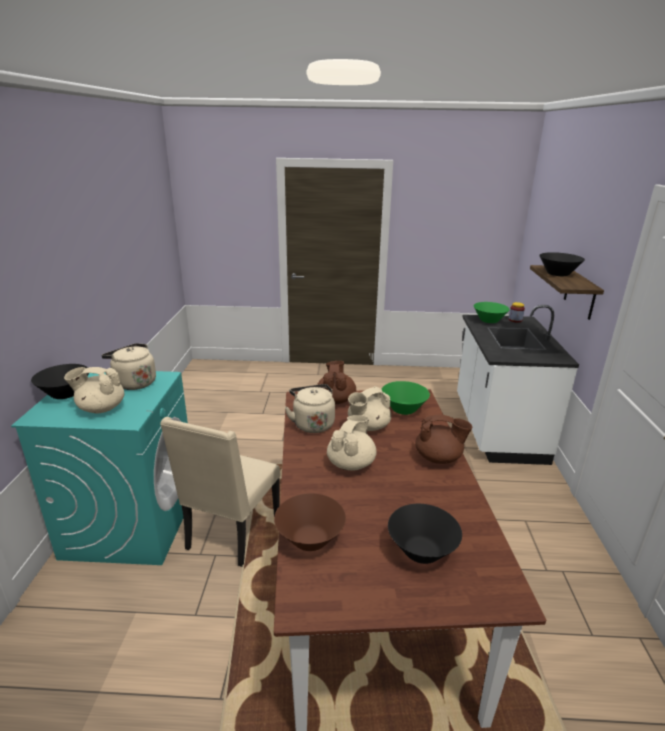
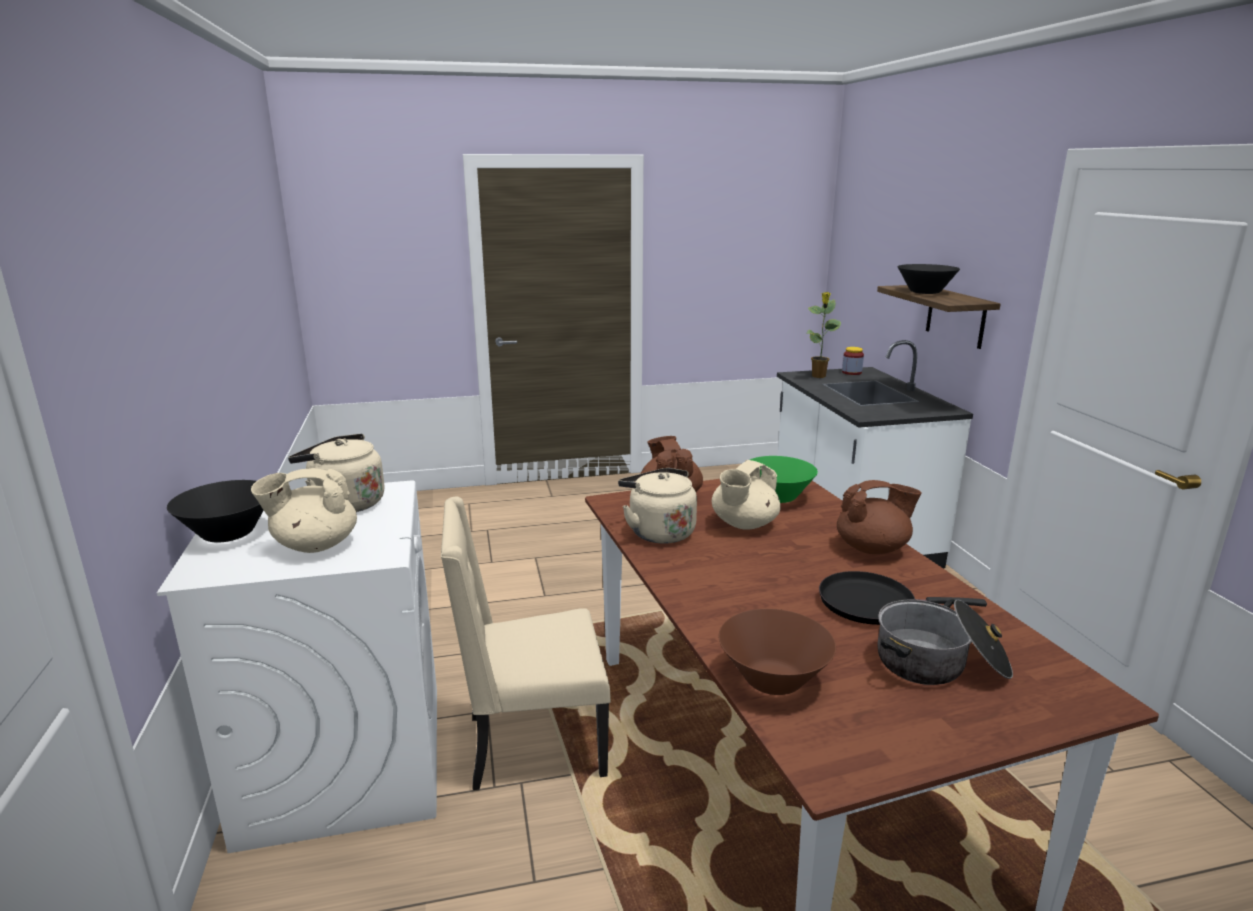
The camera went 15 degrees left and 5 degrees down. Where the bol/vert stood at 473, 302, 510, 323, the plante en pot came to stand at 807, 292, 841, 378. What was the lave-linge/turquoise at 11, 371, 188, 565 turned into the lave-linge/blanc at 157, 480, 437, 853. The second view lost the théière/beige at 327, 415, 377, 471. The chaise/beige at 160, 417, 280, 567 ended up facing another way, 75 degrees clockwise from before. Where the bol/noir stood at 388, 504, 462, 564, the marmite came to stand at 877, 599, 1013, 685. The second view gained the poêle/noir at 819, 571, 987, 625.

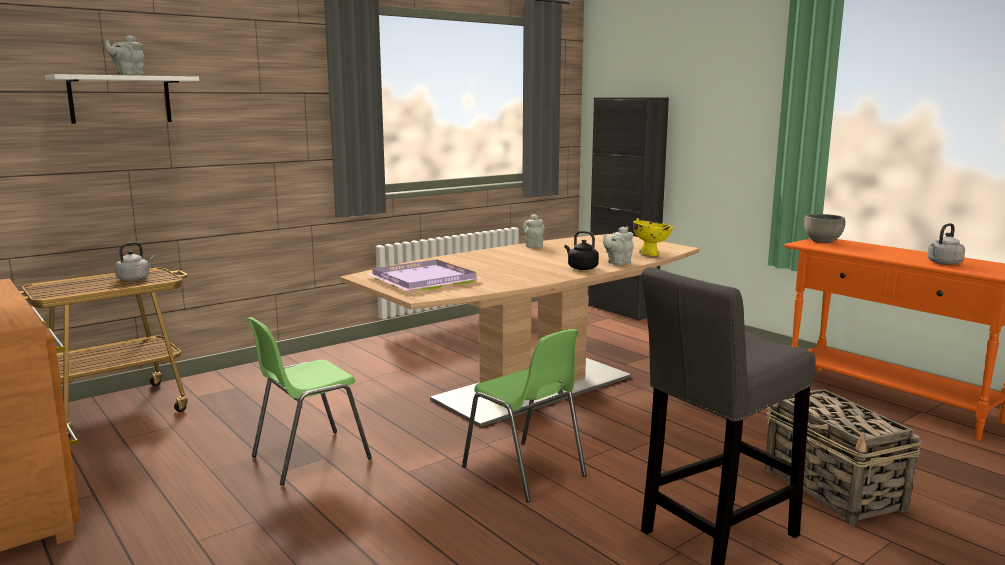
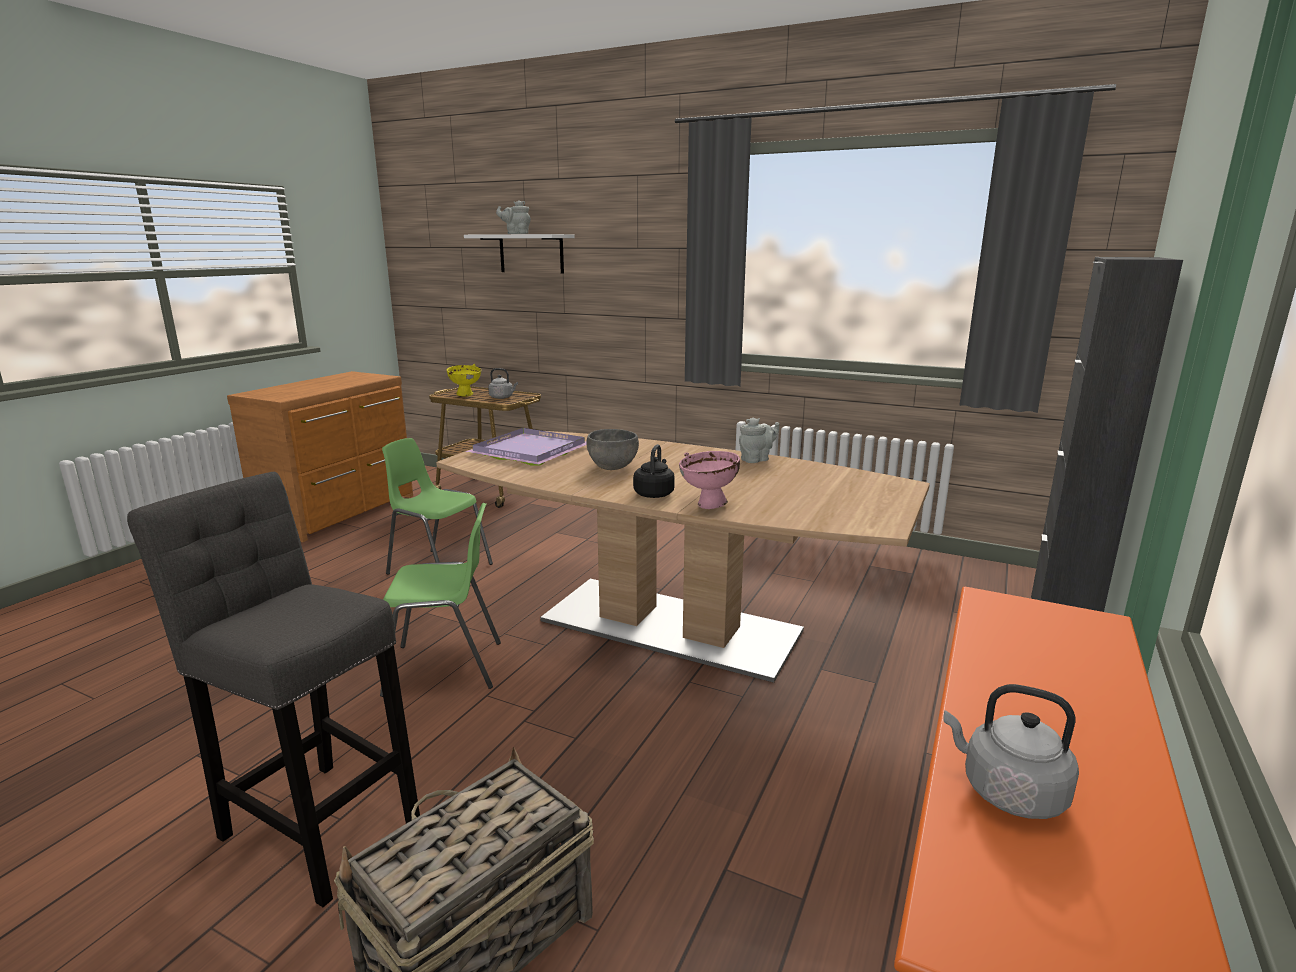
The camera went 65 degrees right and 5 degrees up. The bol/gris ended up elsewhere, having gone from 804, 214, 846, 243 to 586, 429, 639, 470. The bol/jaune ended up elsewhere, having gone from 633, 218, 673, 256 to 447, 364, 481, 396. Where the théière/gris stood at 603, 226, 634, 265, the bol/rose came to stand at 679, 451, 740, 509. The chaise/vert at 462, 329, 587, 503 ended up facing another way, 120 degrees counterclockwise from before.

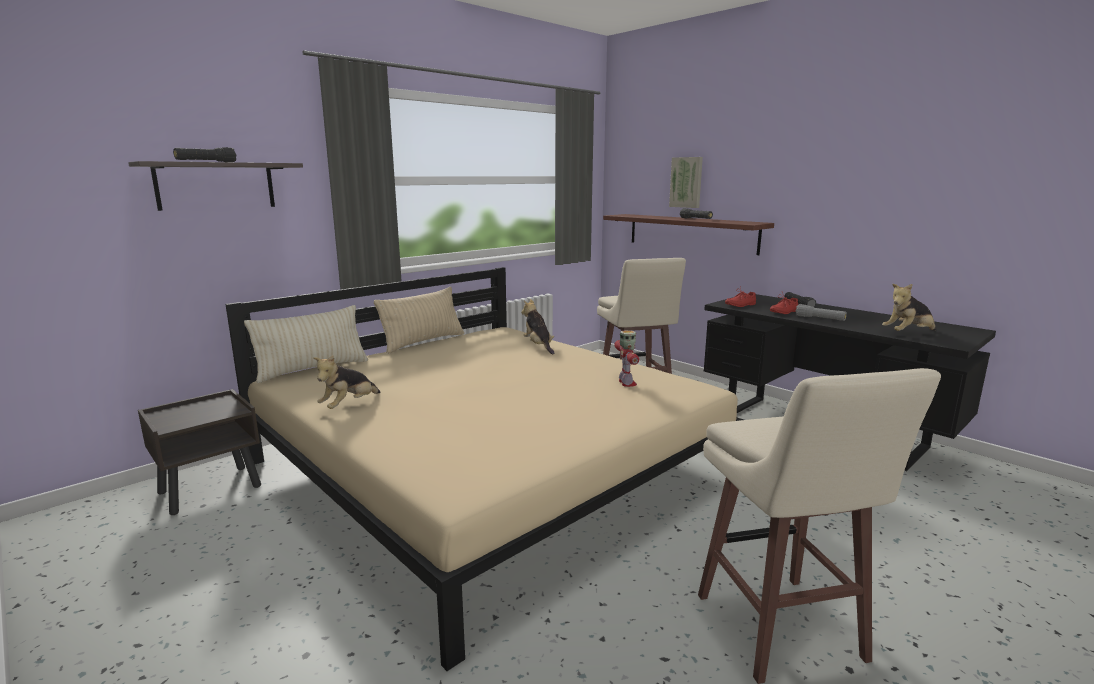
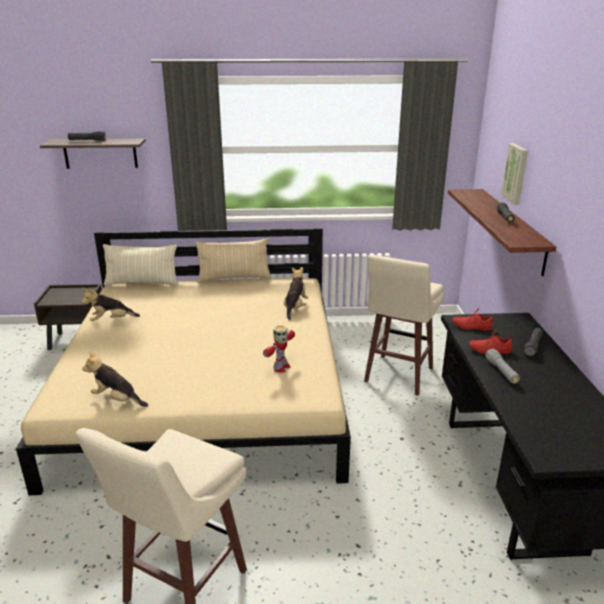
The camera went 40 degrees right and 10 degrees up. The peluche ended up elsewhere, having gone from 882, 284, 936, 331 to 82, 352, 148, 407.

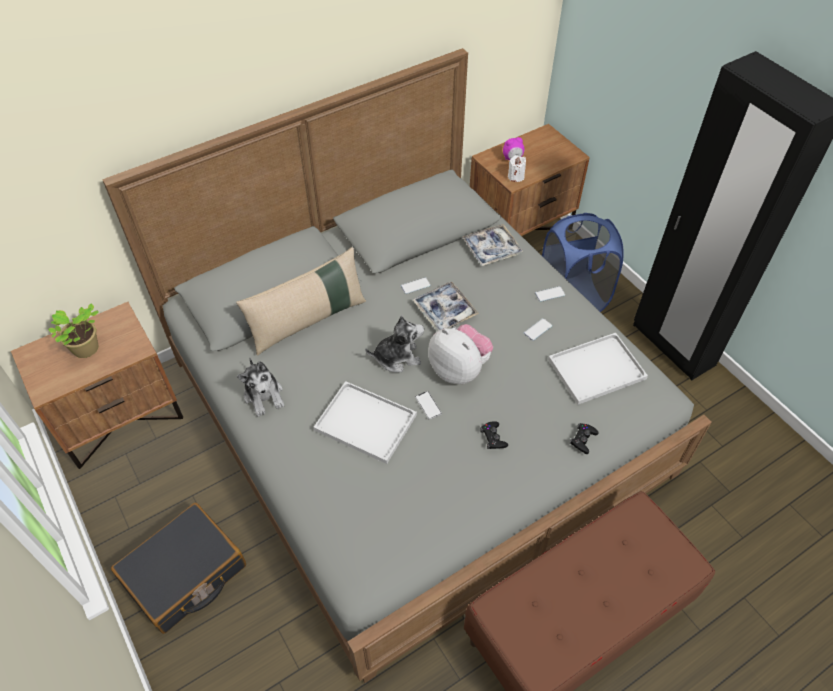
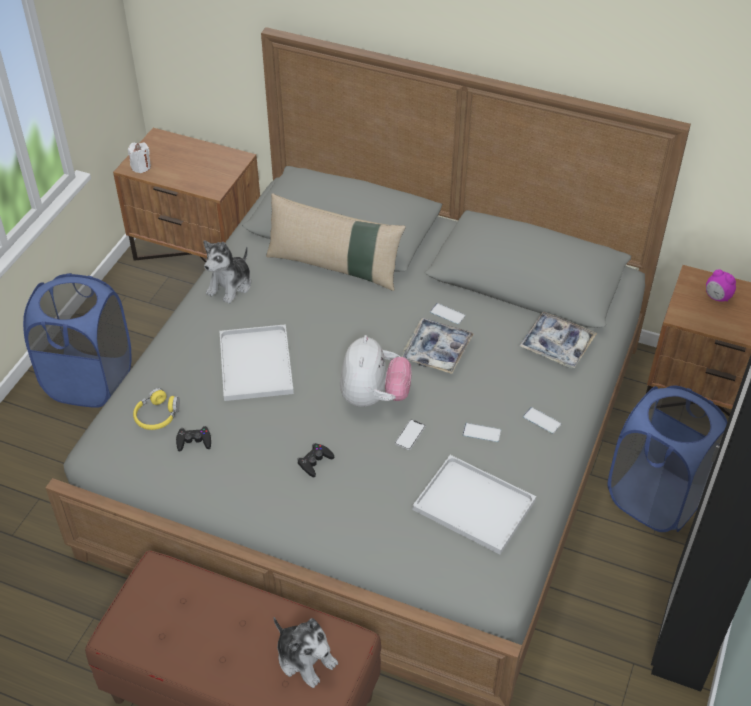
The camera went 55 degrees right and 5 degrees down. The bougie/blanc ended up elsewhere, having gone from 508, 155, 526, 182 to 128, 142, 151, 173. The second view lost the plante en pot at 48, 303, 98, 358. The peluche ended up elsewhere, having gone from 365, 315, 424, 372 to 274, 617, 338, 688. The téléphone ended up elsewhere, having gone from 415, 391, 442, 419 to 395, 419, 426, 450. The manette/noir ended up elsewhere, having gone from 570, 423, 599, 454 to 176, 426, 211, 452. Where the valise/noir stood at 111, 503, 246, 634, the panier à linge/bleu came to stand at 23, 273, 131, 408. The second view gained the casque audio/jaune at 133, 388, 180, 430.

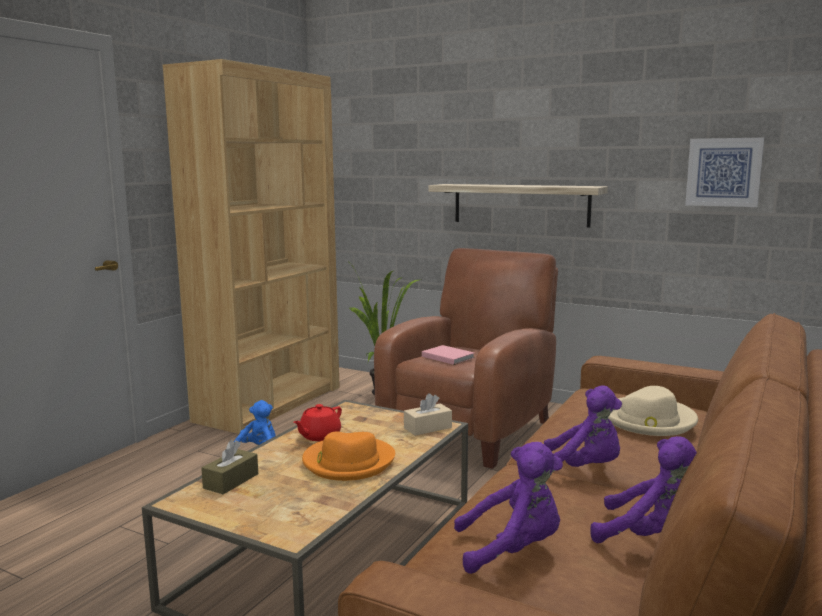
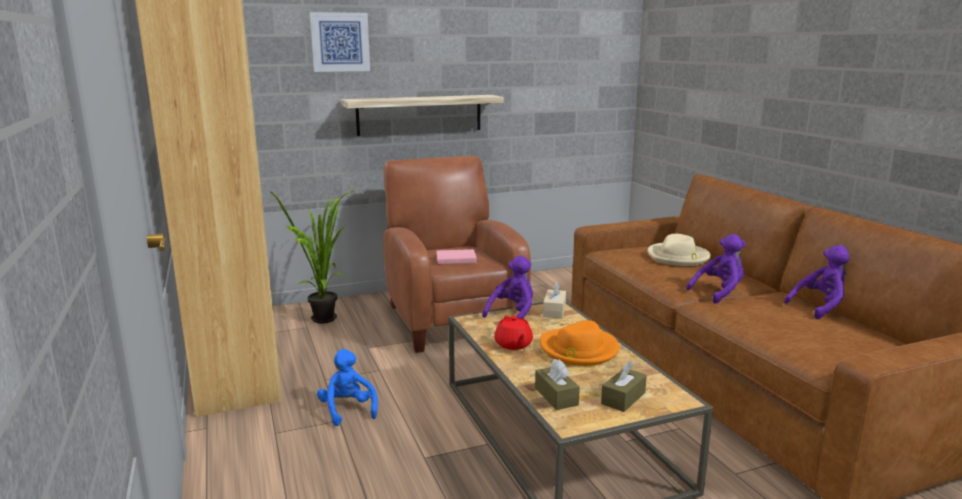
The camera went 50 degrees left and 5 degrees up. The tableau ended up elsewhere, having gone from 685, 138, 764, 207 to 310, 12, 370, 72. The peluche/violet ended up elsewhere, having gone from 454, 442, 563, 574 to 482, 256, 533, 318. The second view gained the boîte à mouchoirs/marron at 601, 361, 647, 412.

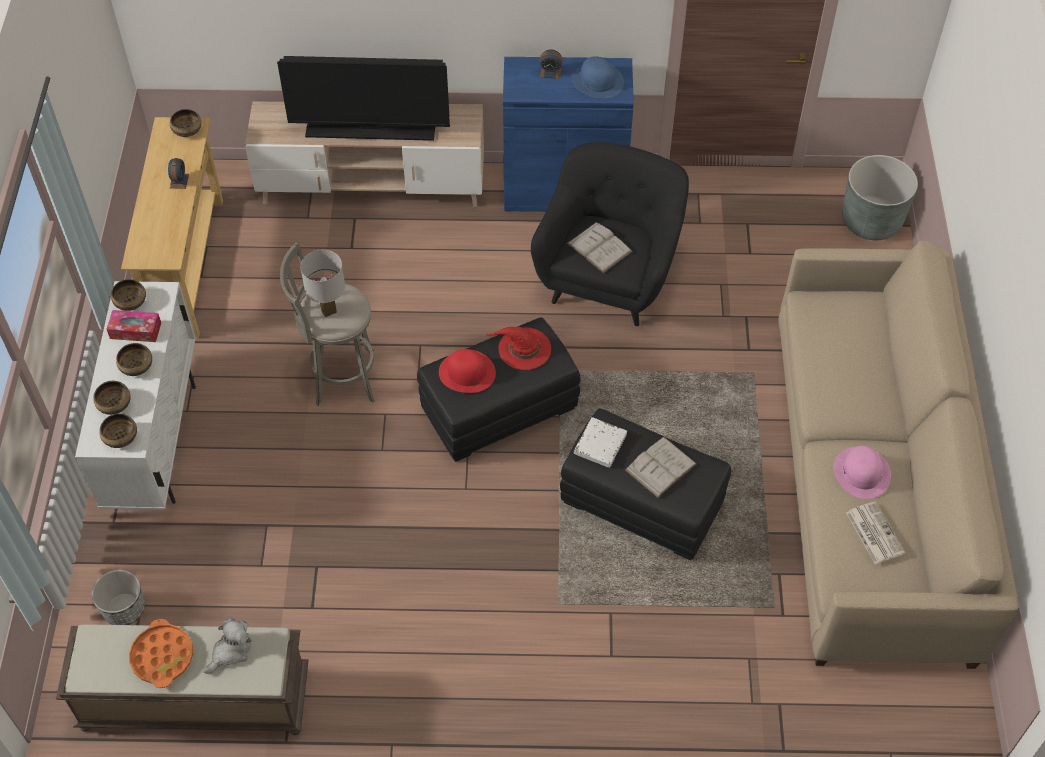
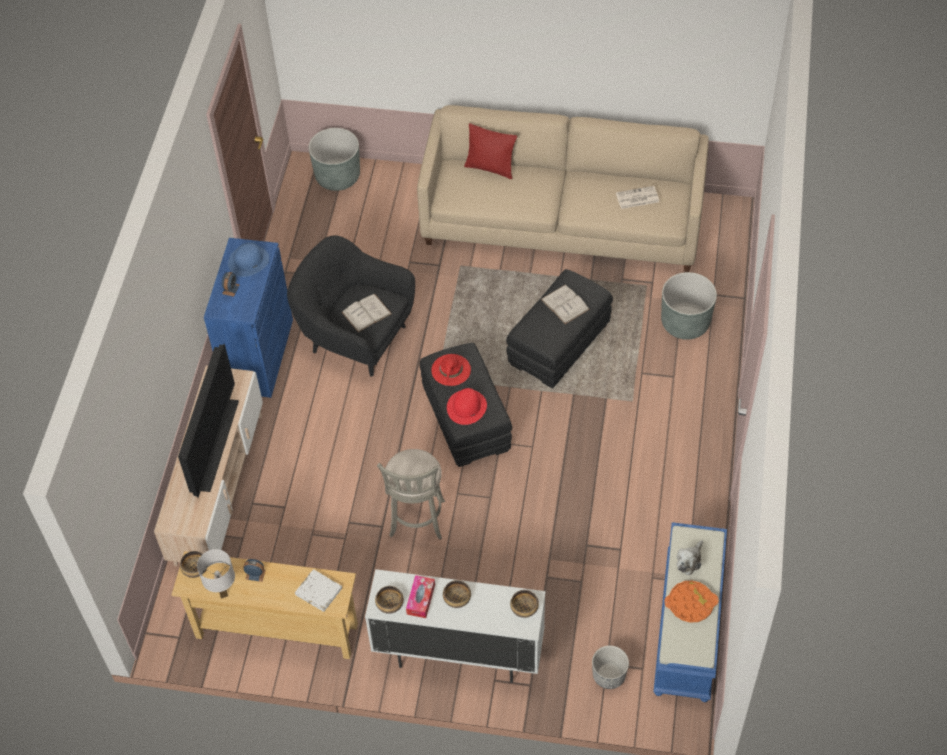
The camera went 80 degrees left and 0 degrees up. The lampe de table/blanc ended up elsewhere, having gone from 300, 250, 345, 317 to 197, 549, 235, 599. The second view lost the bol at 93, 381, 131, 415. The livre/blanc ended up elsewhere, having gone from 574, 417, 627, 468 to 295, 569, 342, 612. The second view lost the chapeau/rose at 834, 445, 891, 499. The peluche at 203, 618, 251, 674 ended up facing another way, 105 degrees counterclockwise from before. What was the banc/marron at 56, 624, 309, 735 turned into the banc/bleu at 653, 522, 727, 702. The second view gained the coussin/rouge at 464, 123, 517, 179. The second view gained the cache-pot/gris at 661, 272, 717, 340.

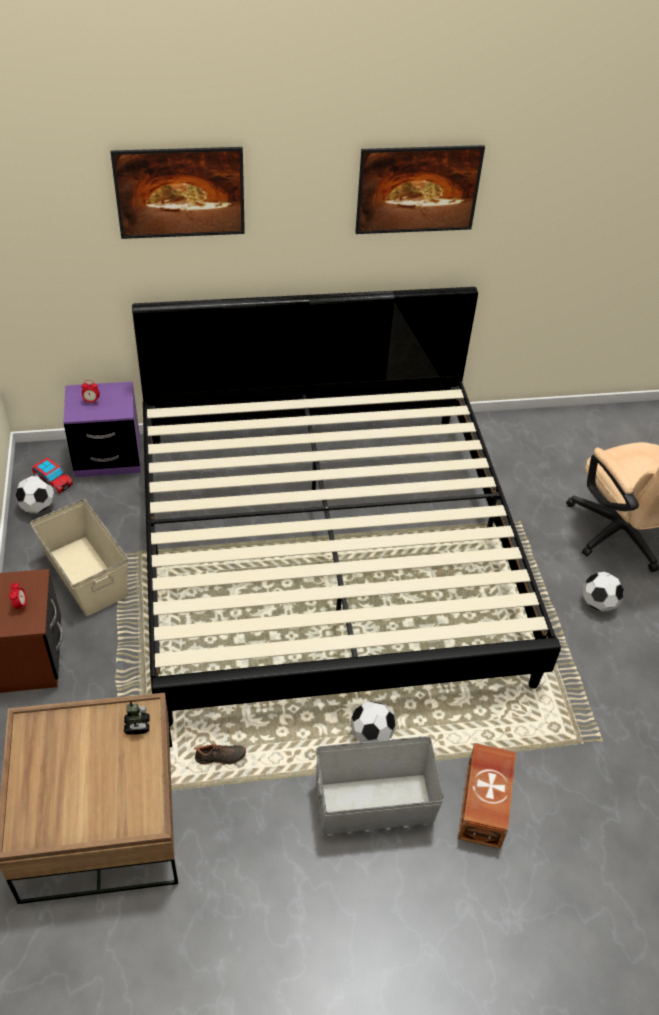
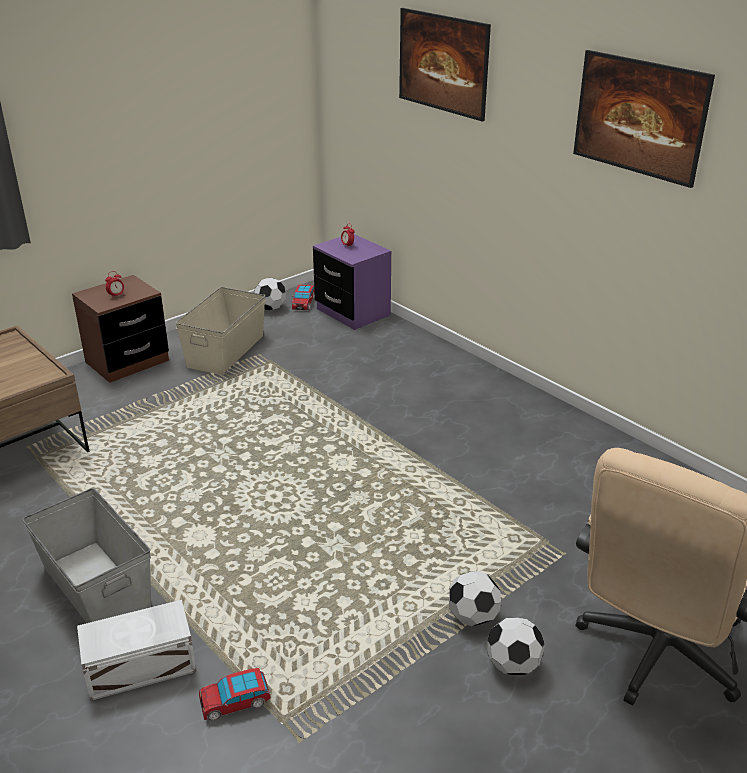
The camera went 60 degrees right and 15 degrees down. The second view lost the lit at 132, 287, 561, 726. The second view lost the robot jouet at 124, 701, 150, 735. The ballon de foot ended up elsewhere, having gone from 351, 701, 396, 742 to 449, 571, 501, 626. The second view lost the chaussure/noir at 194, 743, 246, 765. What was the boîte de rangement/marron at 458, 743, 516, 849 turned into the boîte de rangement/blanc at 77, 600, 196, 701. The second view gained the petite voiture at 199, 668, 271, 720.

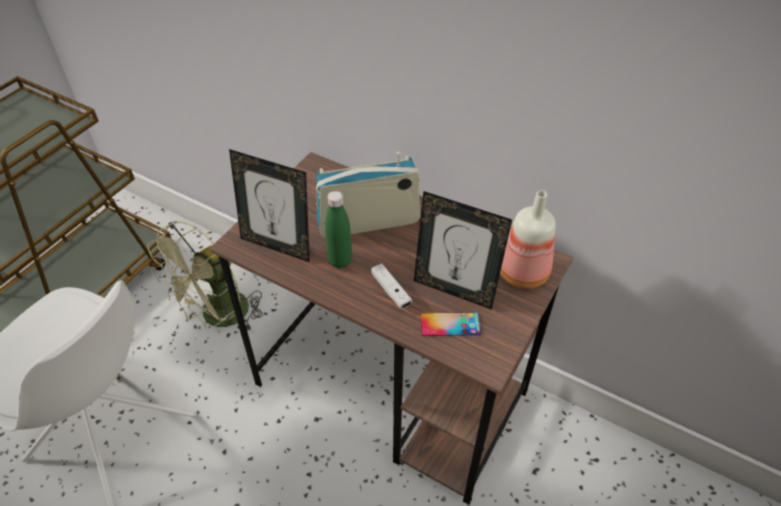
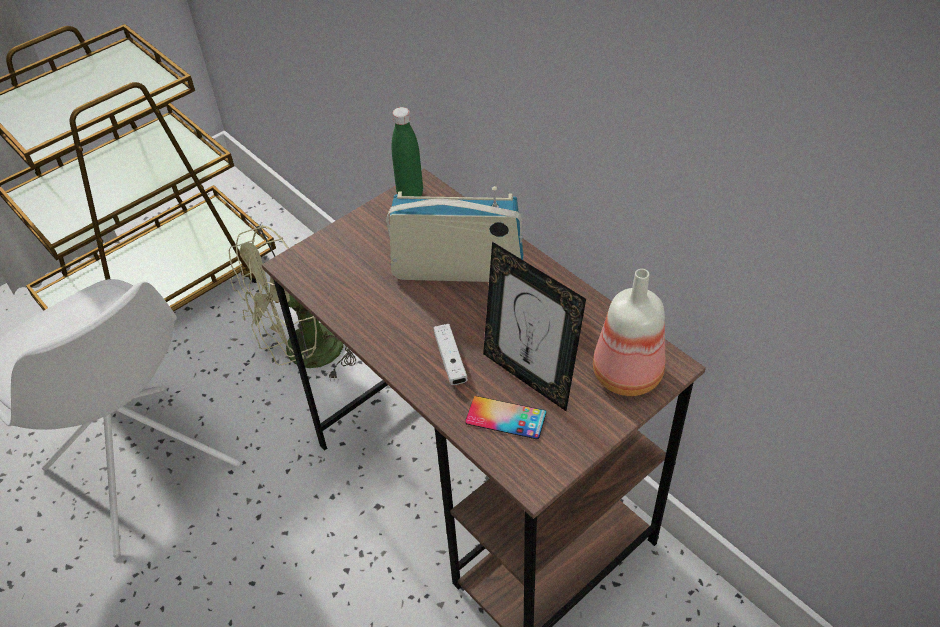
The camera went 20 degrees right and 0 degrees up. The second view lost the cadre photo at 229, 149, 310, 262. The bouteille/vert ended up elsewhere, having gone from 325, 191, 352, 269 to 392, 107, 423, 196.

